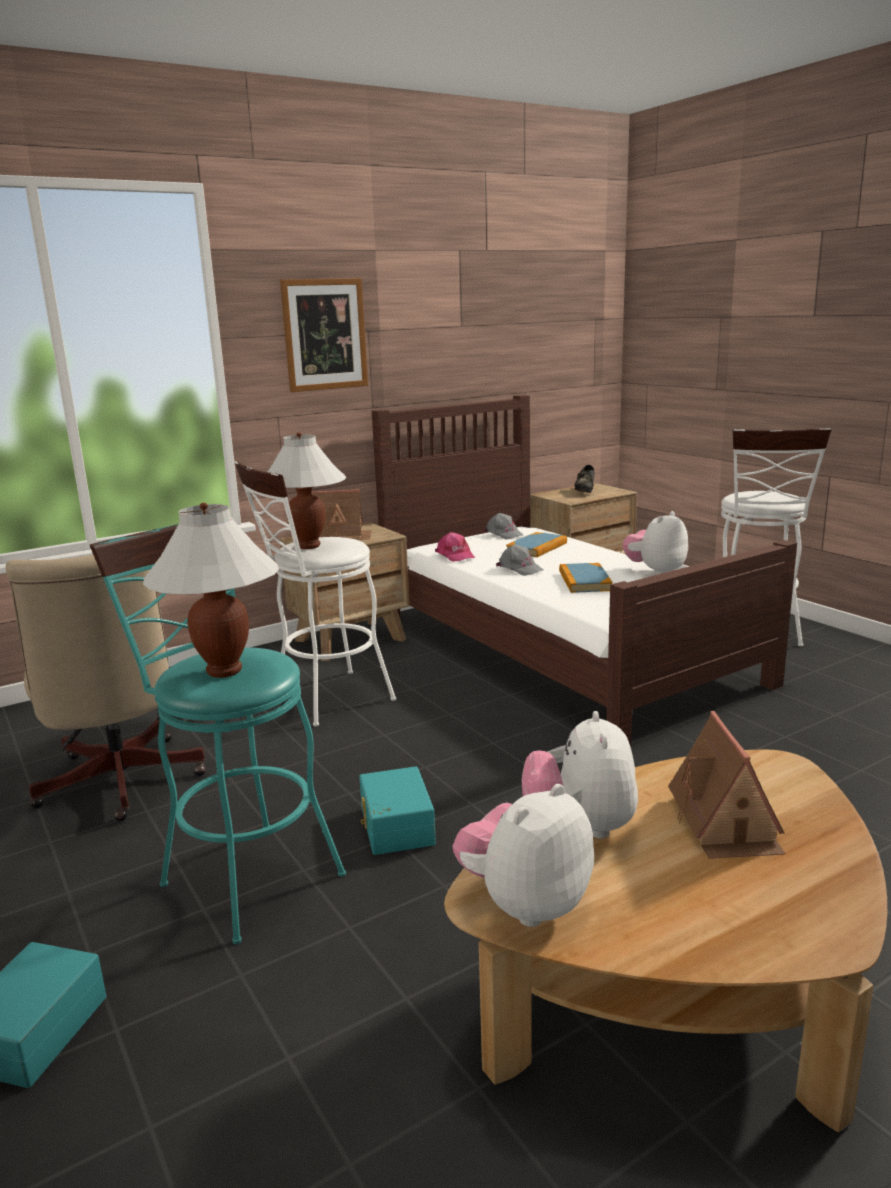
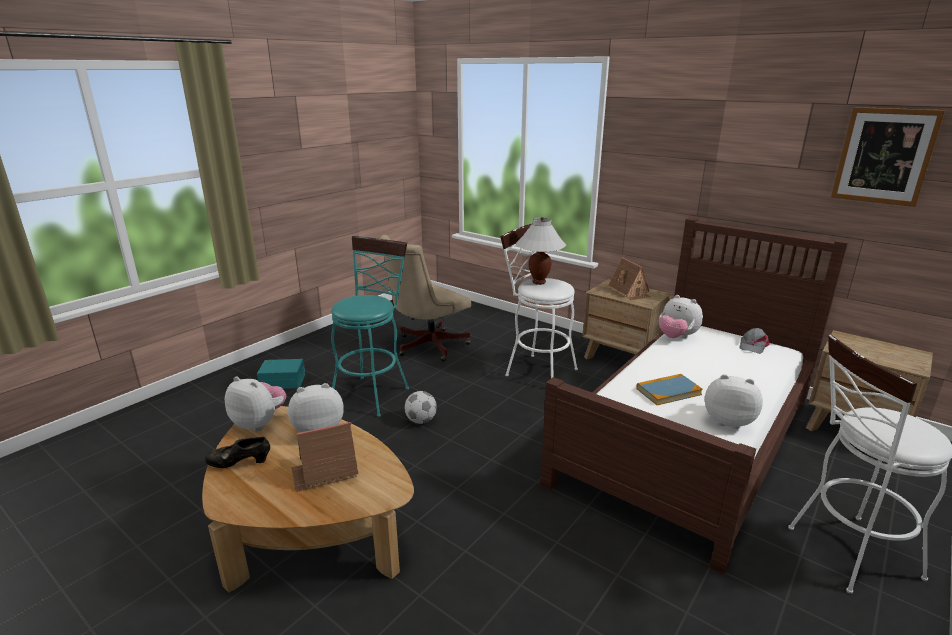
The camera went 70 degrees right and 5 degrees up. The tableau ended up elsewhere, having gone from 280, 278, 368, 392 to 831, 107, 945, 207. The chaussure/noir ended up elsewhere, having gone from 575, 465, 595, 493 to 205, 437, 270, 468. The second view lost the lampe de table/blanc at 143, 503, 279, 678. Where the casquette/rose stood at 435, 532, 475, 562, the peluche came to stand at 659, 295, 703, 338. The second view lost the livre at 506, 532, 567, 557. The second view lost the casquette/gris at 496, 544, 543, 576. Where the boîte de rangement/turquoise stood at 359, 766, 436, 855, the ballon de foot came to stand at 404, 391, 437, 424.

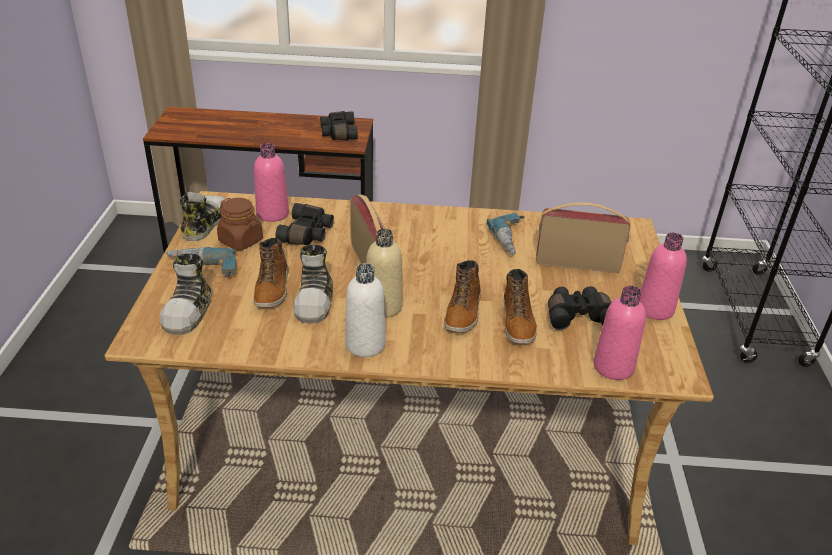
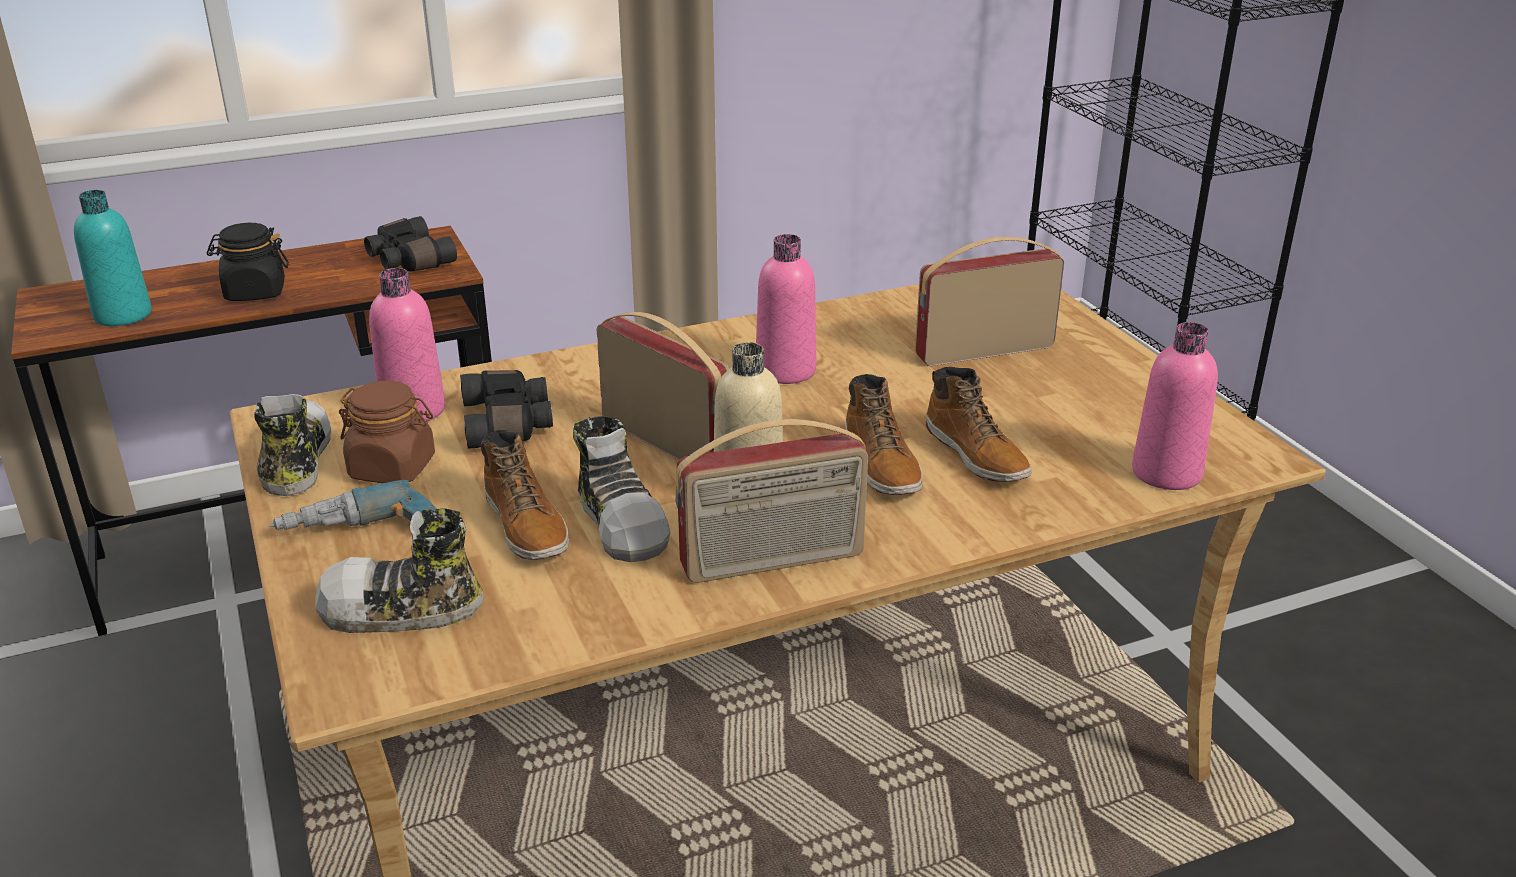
The camera went 25 degrees left and 5 degrees down. The second view lost the perceuse at 487, 213, 524, 255. The bouteille/rose ended up elsewhere, having gone from 640, 232, 687, 320 to 756, 234, 816, 384. The chaussure at 160, 253, 212, 335 ended up facing another way, 105 degrees clockwise from before. Where the bouteille/blanc stood at 345, 263, 386, 357, the radio came to stand at 675, 419, 868, 583. The second view lost the jumelles/noir at 548, 286, 612, 330. The second view gained the bouteille/turquoise at 74, 190, 152, 326. The second view gained the bocal/noir at 206, 223, 289, 301.

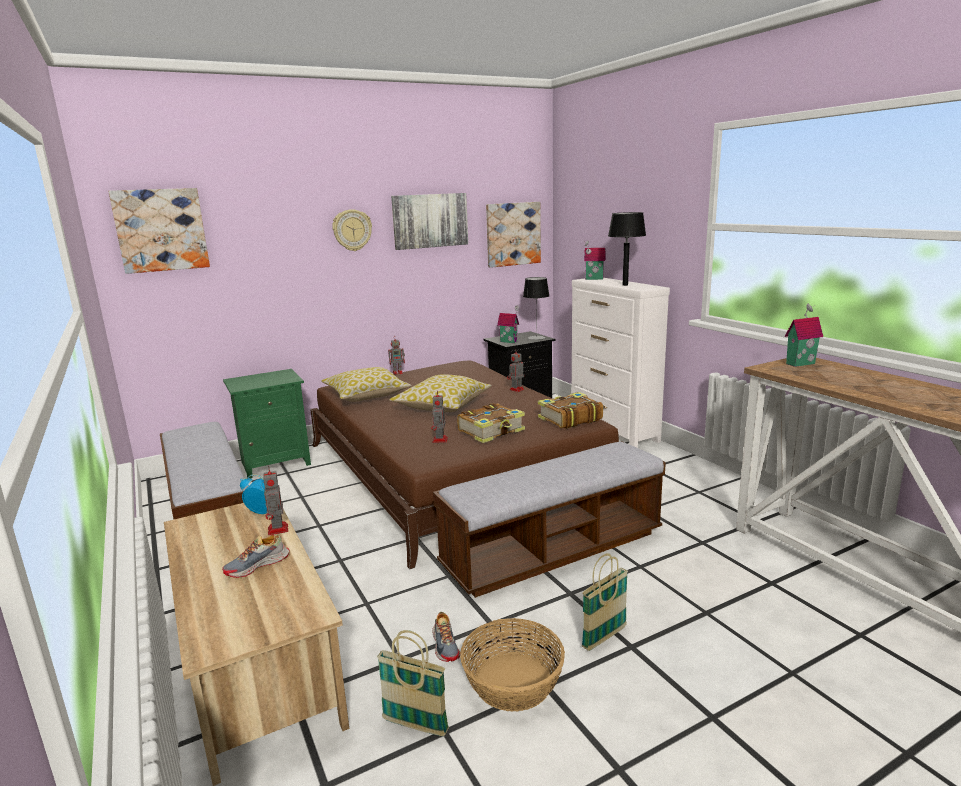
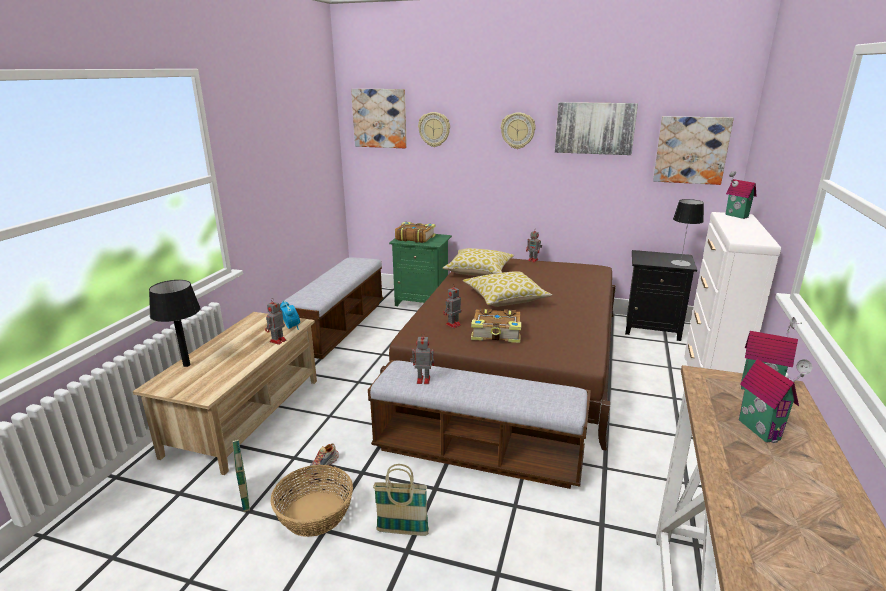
The camera went 45 degrees right and 5 degrees up. The lampe de table/noir ended up elsewhere, having gone from 608, 212, 646, 286 to 149, 280, 201, 367. The maison miniature ended up elsewhere, having gone from 497, 305, 519, 343 to 739, 359, 812, 443. The robot jouet ended up elsewhere, having gone from 507, 351, 524, 392 to 410, 332, 434, 384. The livre ended up elsewhere, having gone from 538, 392, 603, 429 to 395, 222, 436, 243. The second view lost the chaussure at 222, 535, 290, 578. The second view gained the horloge murale at 418, 112, 450, 147.

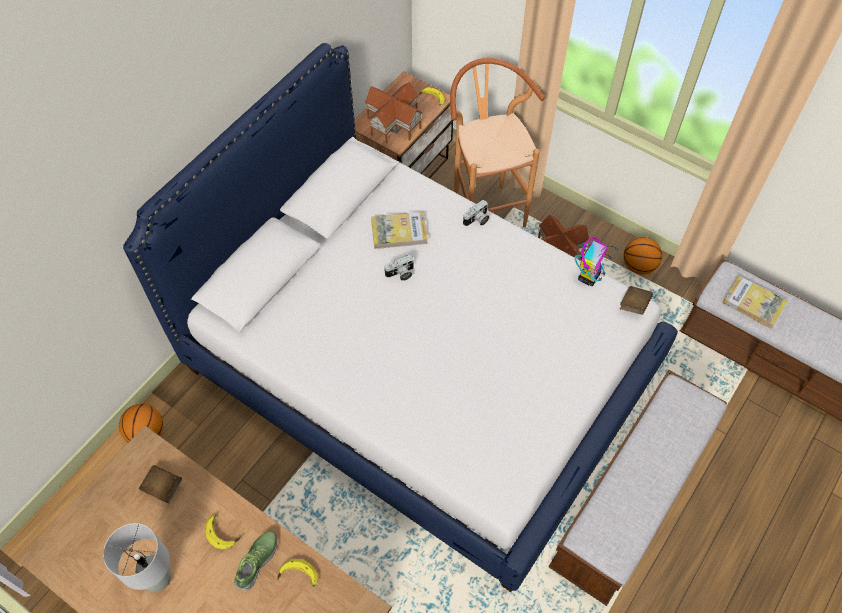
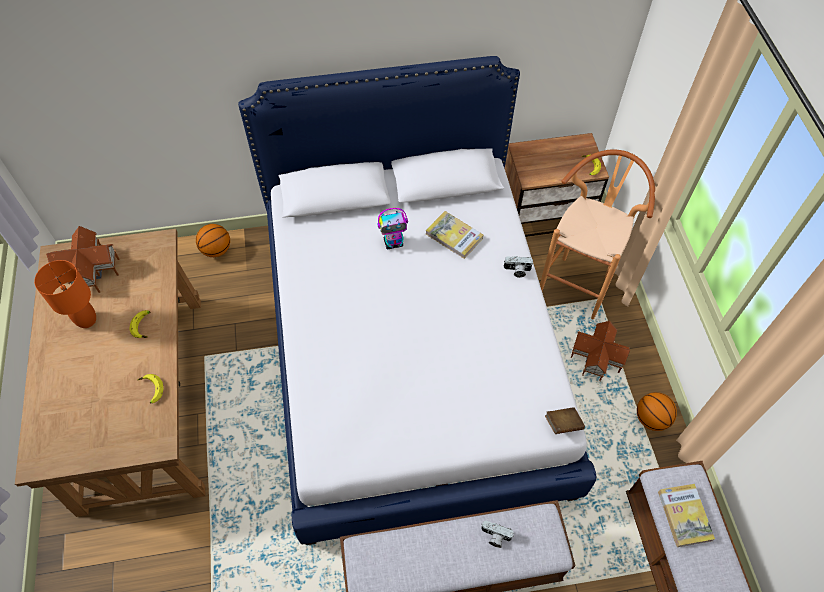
The camera went 45 degrees right and 0 degrees up. The maison miniature ended up elsewhere, having gone from 365, 82, 423, 144 to 46, 226, 119, 293. The robot jouet ended up elsewhere, having gone from 575, 237, 618, 286 to 378, 208, 408, 249. The appareil photo ended up elsewhere, having gone from 384, 255, 414, 281 to 481, 521, 514, 548. The second view lost the livre/marron at 139, 465, 182, 503. What was the lampe de table/gris at 103, 523, 171, 592 turned into the lampe de table/orange at 34, 260, 96, 328. The second view lost the chaussure at 234, 531, 277, 590.

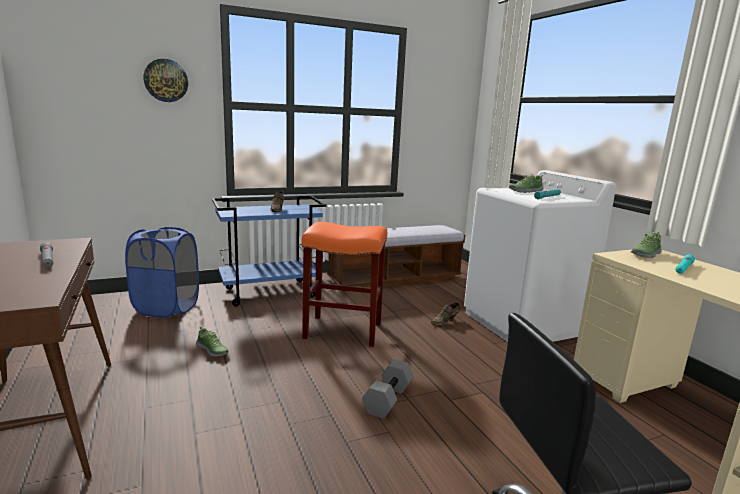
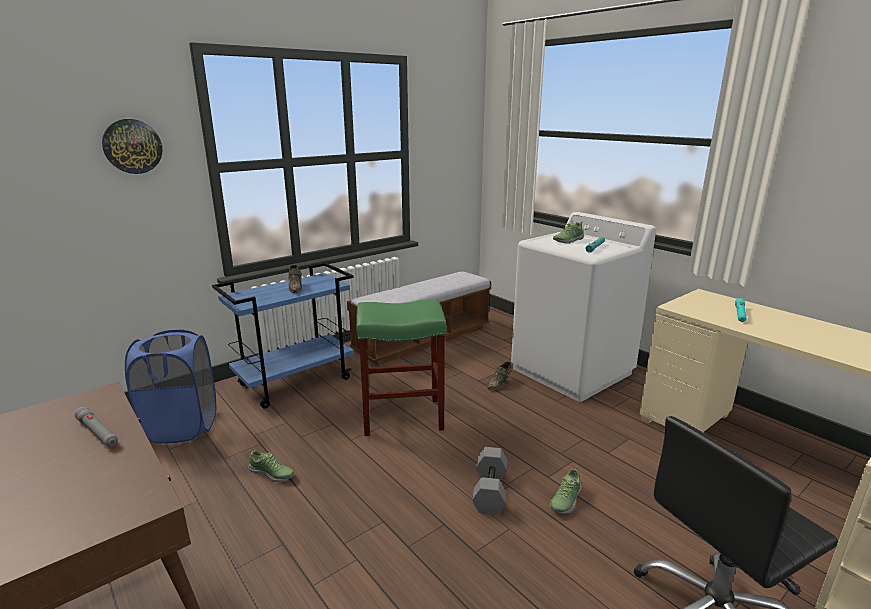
The camera went 15 degrees left and 5 degrees up. What was the tabouret/orange at 302, 222, 387, 347 turned into the tabouret/vert at 356, 299, 447, 436. The chaussure ended up elsewhere, having gone from 631, 232, 662, 258 to 550, 467, 582, 514.

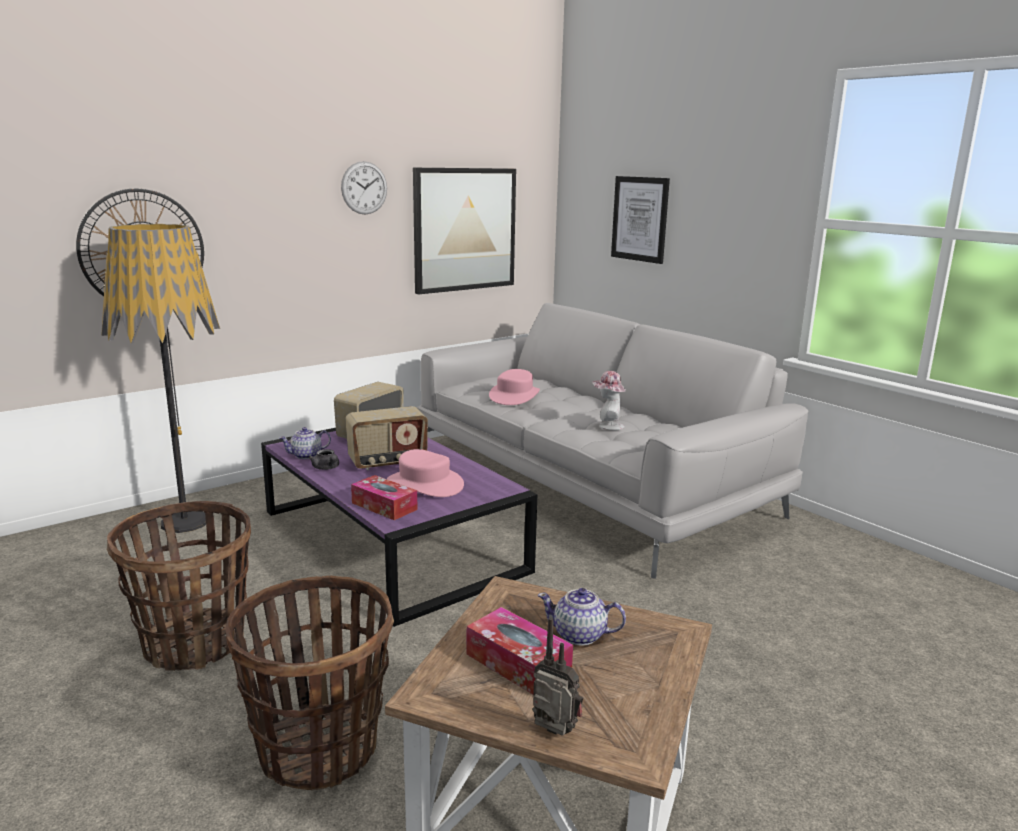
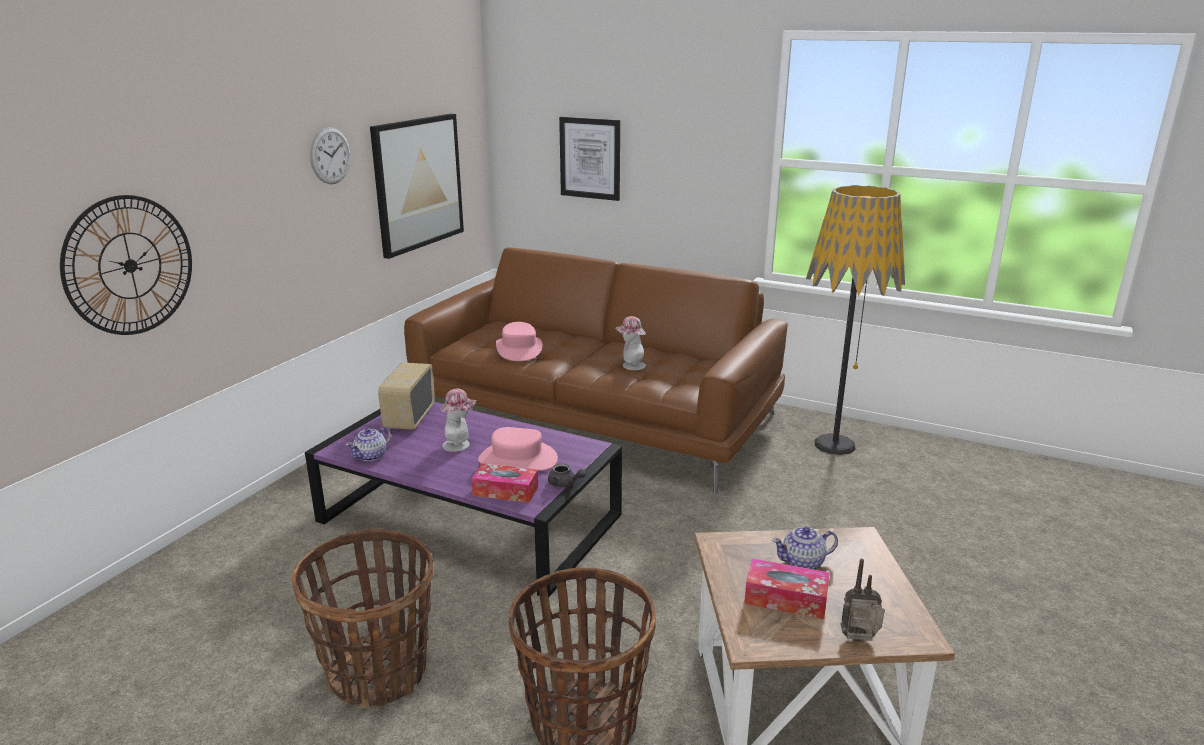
The camera went 25 degrees left and 5 degrees up. The lampadaire ended up elsewhere, having gone from 101, 224, 220, 533 to 806, 185, 905, 455. What was the canapé/gris at 416, 303, 809, 579 turned into the canapé/marron at 404, 248, 788, 494. Where the radio stood at 345, 406, 428, 470, the chapeau came to stand at 440, 389, 477, 452. The théière/gris ended up elsewhere, having gone from 309, 449, 339, 470 to 548, 464, 586, 487.

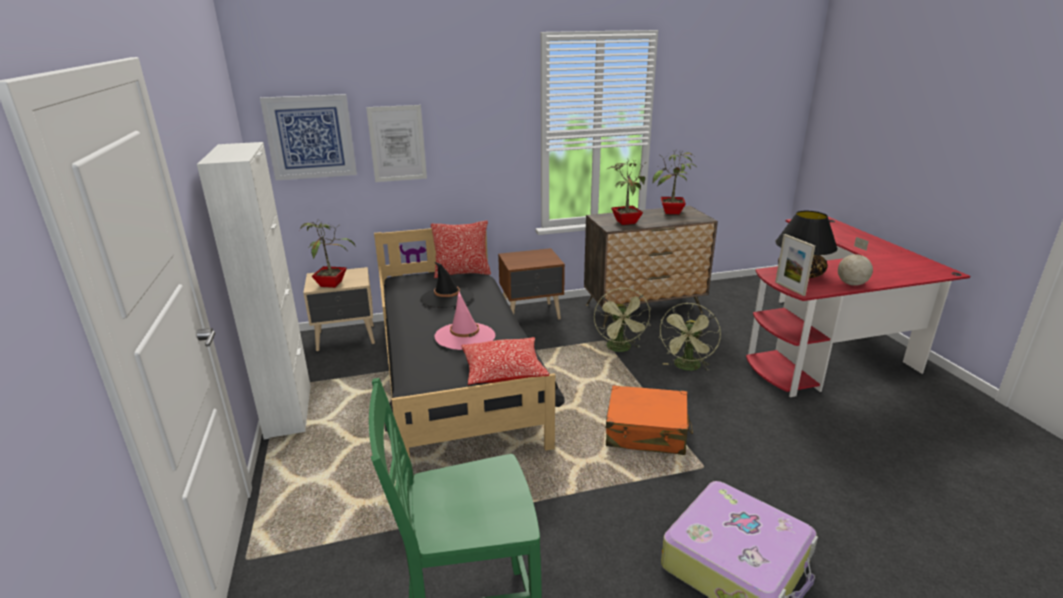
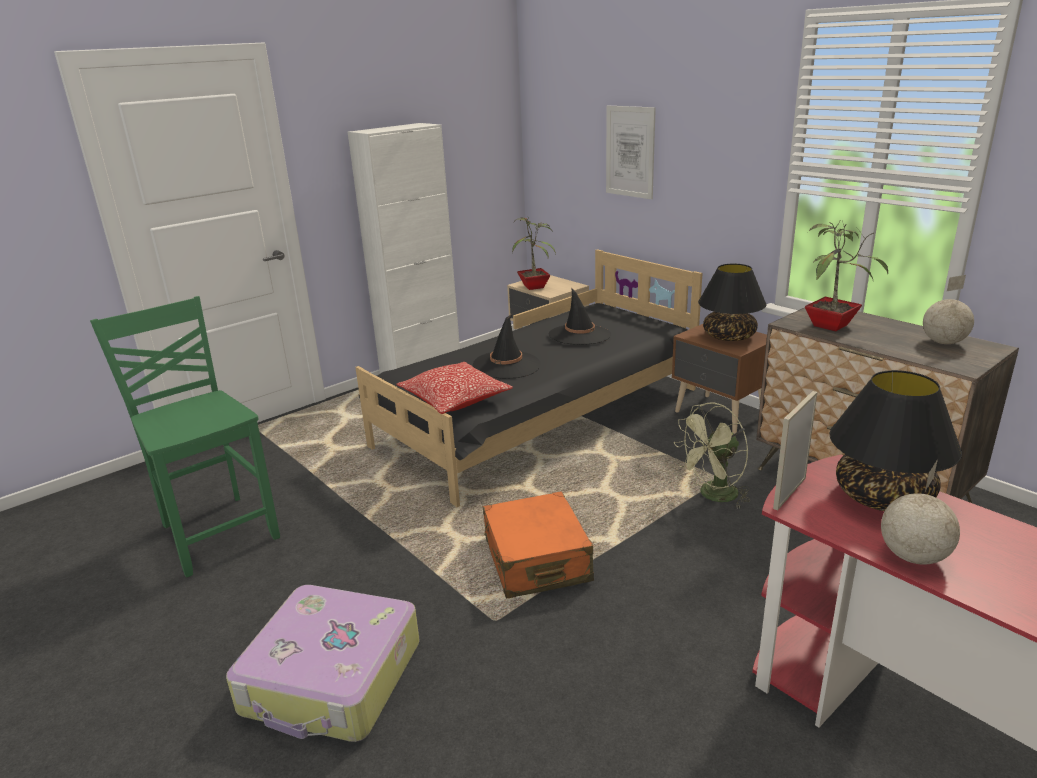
The camera went 65 degrees right and 0 degrees up. The second view lost the tableau at 260, 94, 357, 181. Where the plante en pot stood at 652, 149, 697, 214, the globe came to stand at 923, 275, 974, 344. The second view lost the coussin at 431, 221, 491, 278. What was the chapeau/rose at 434, 291, 495, 350 turned into the chapeau/noir at 473, 314, 541, 379. The second view lost the ventilateur/vert at 658, 303, 721, 371. The second view gained the lampe de table/noir at 698, 264, 767, 341.

